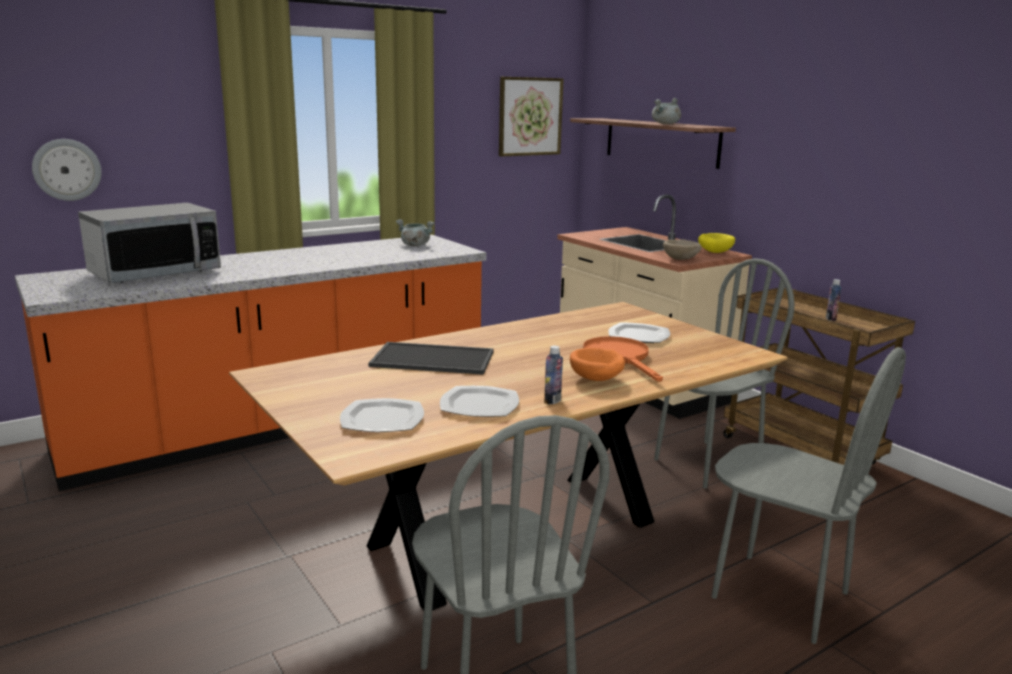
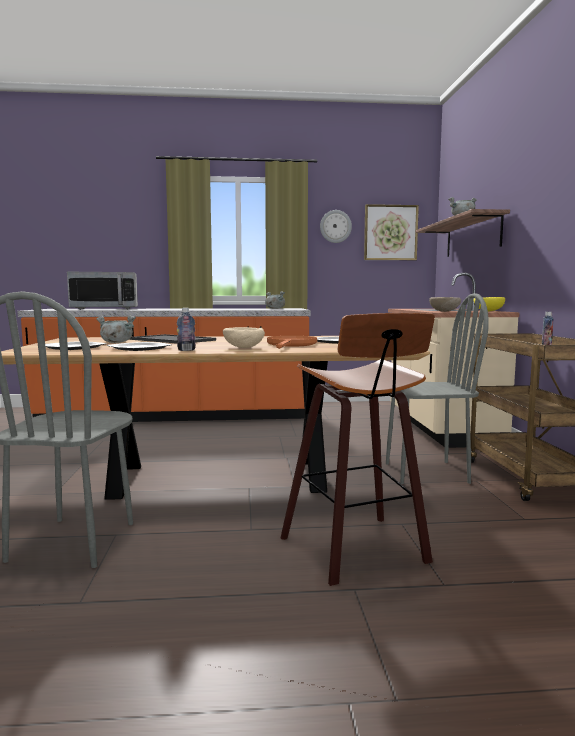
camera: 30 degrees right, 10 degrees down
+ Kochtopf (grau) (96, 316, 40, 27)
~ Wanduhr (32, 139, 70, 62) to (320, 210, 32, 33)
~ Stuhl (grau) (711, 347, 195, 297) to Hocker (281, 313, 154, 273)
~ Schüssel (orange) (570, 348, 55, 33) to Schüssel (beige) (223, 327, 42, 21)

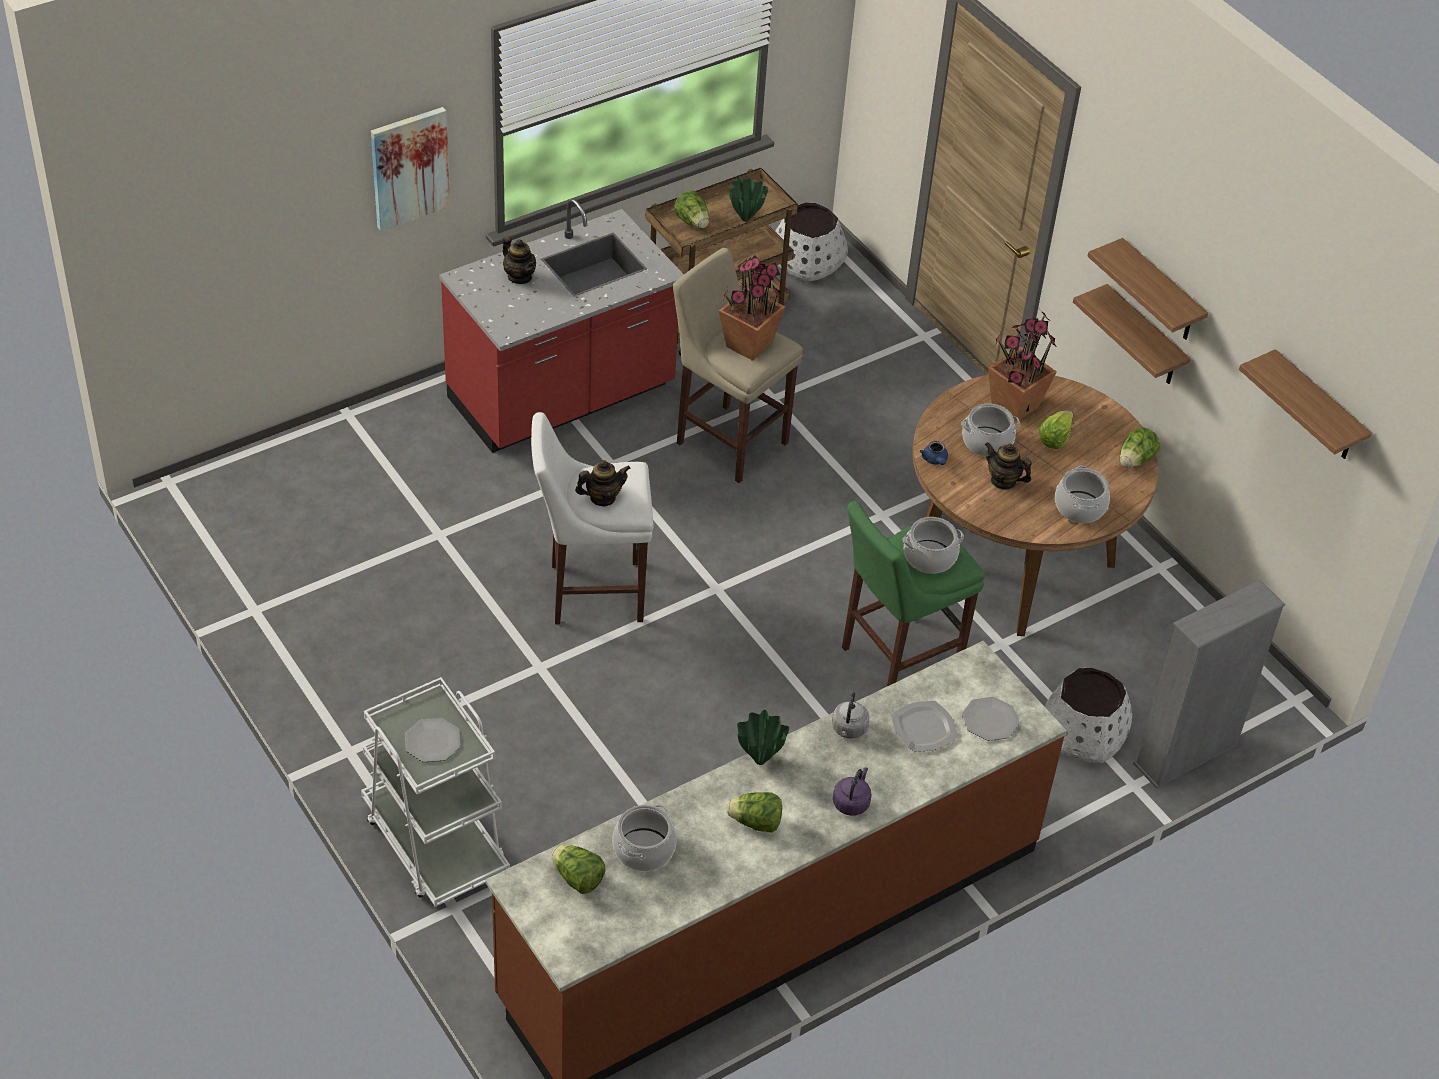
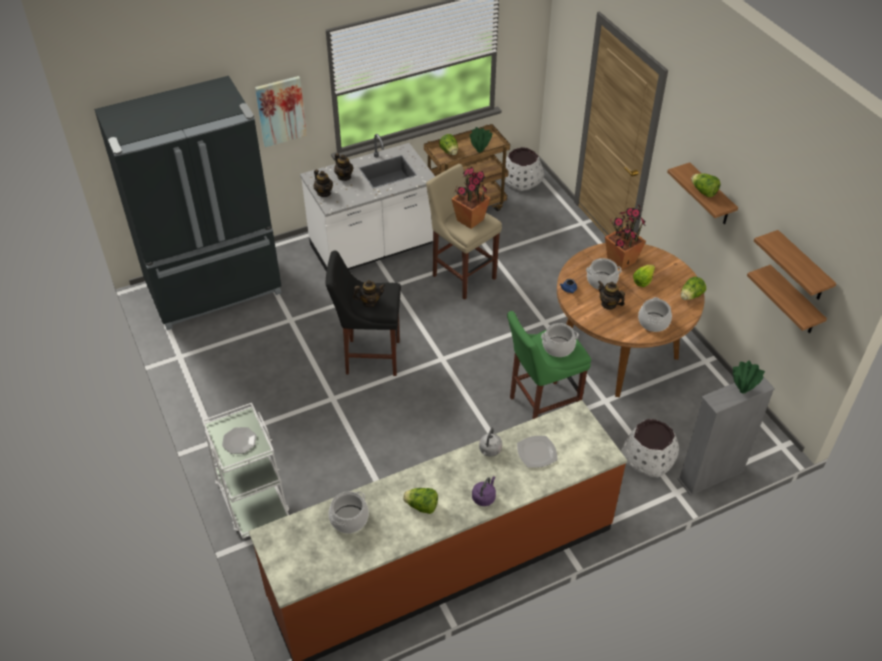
camera: 10 degrees right, 0 degrees up
- Teller (962, 697, 57, 44)
+ Kühlschrank (schwarz) (94, 76, 188, 254)
+ Teekanne (314, 169, 19, 28)
~ Salatkopf (552, 845, 54, 49) to (691, 173, 30, 24)
~ Vase (grün) (737, 710, 53, 55) to (733, 361, 32, 33)
~ Wandregal (1073, 284, 118, 100) to (747, 265, 80, 68)
~ Küchenzeile (rot) (439, 199, 245, 254) to Küchenzeile (weiß) (300, 134, 135, 138)
~ Hocker (weiß) (531, 412, 123, 212) to Hocker (schwarz) (325, 251, 76, 125)

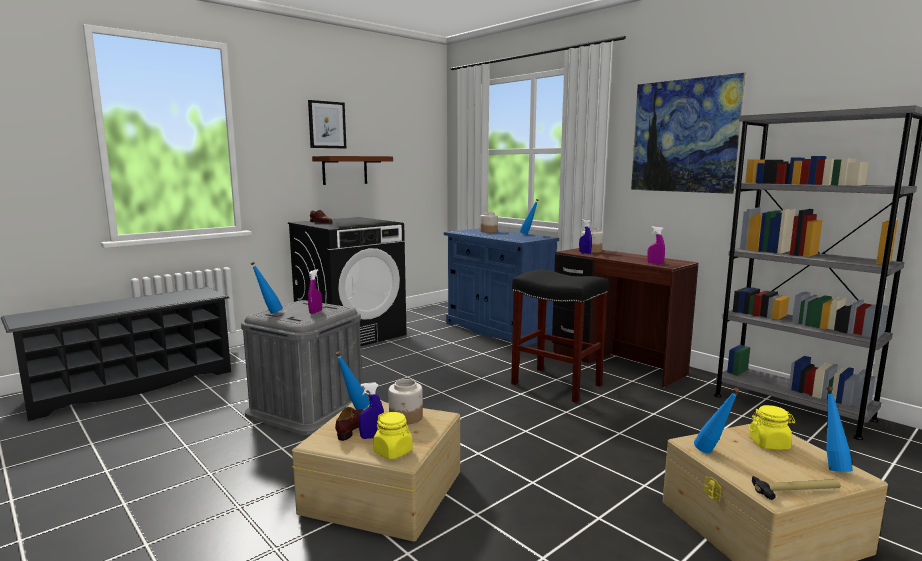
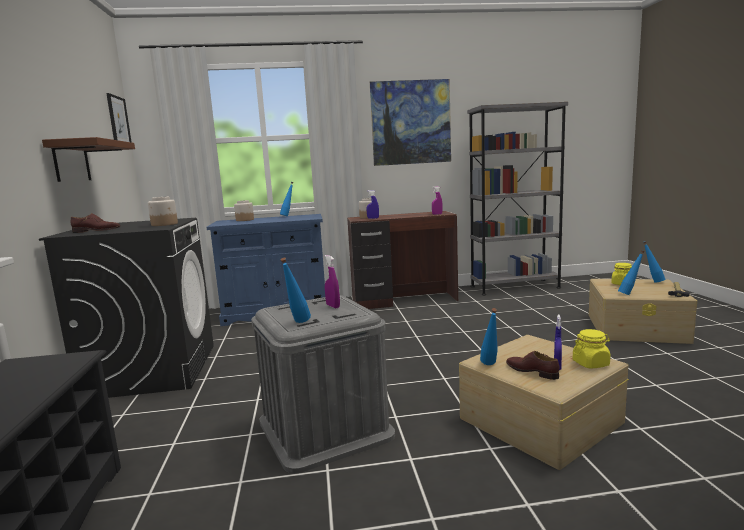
camera: 55 degrees left, 0 degrees up
- Hocker (schwarz) (511, 270, 98, 133)
~ Bild (308, 100, 38, 49) to (106, 93, 25, 49)
~ Vorratsglas (388, 379, 35, 46) to (148, 197, 30, 29)

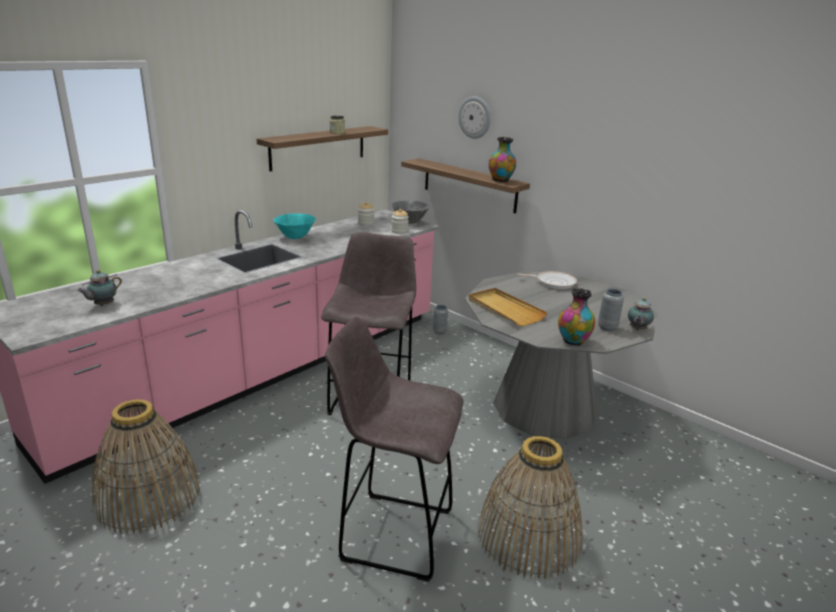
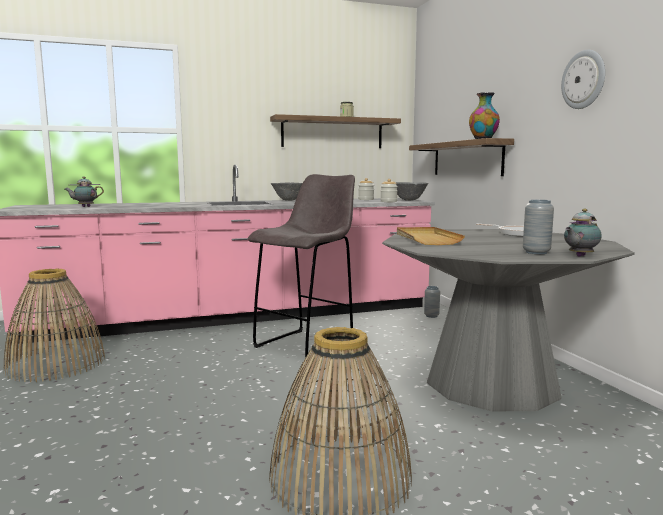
camera: 30 degrees right, 15 degrees down
- Hocker (grau) (325, 317, 139, 265)
- Vase (558, 288, 37, 58)
~ Wanduhr (458, 96, 33, 43) to (561, 50, 44, 59)
~ Schüssel (türkis) (273, 214, 43, 25) to Schüssel (grau) (271, 182, 32, 19)

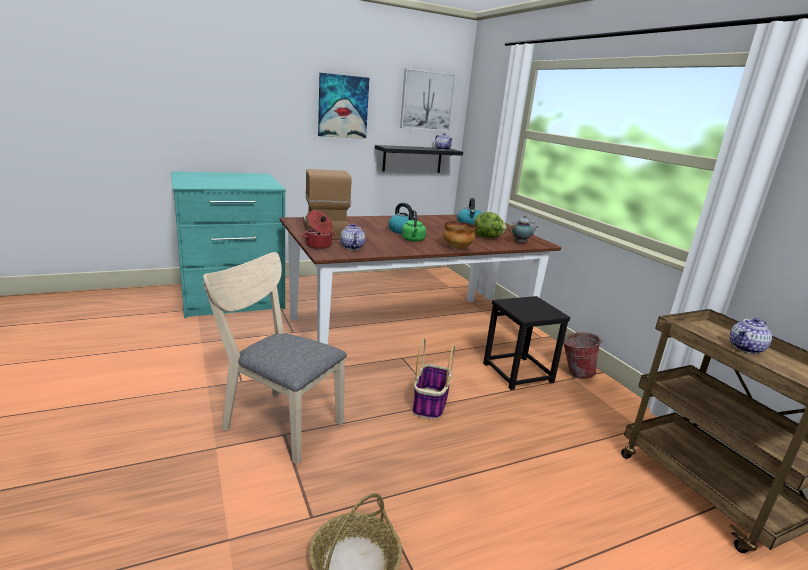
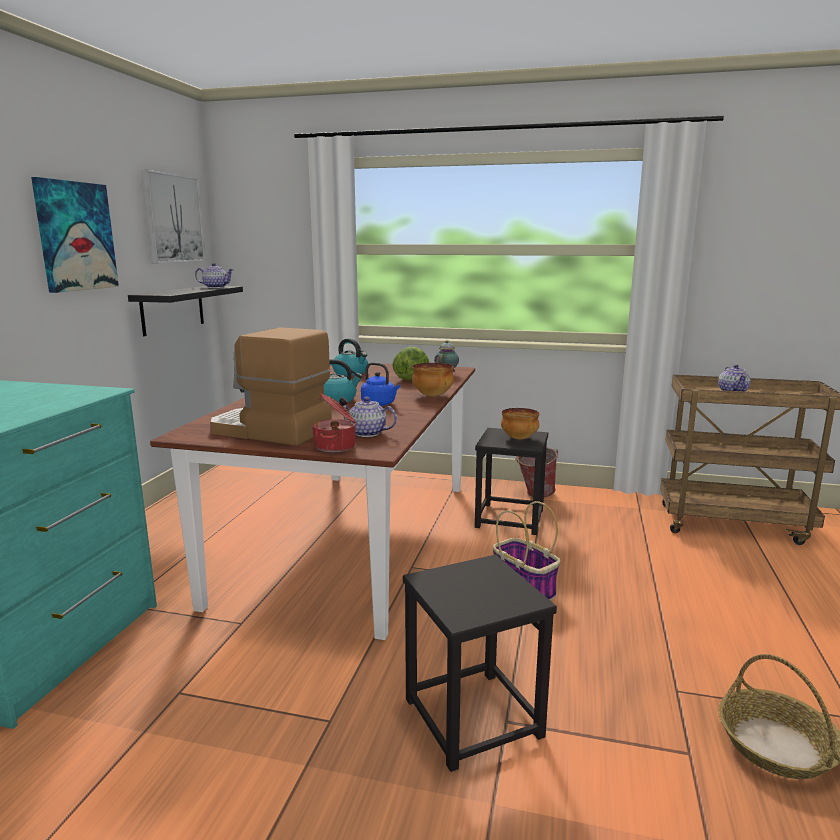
camera: 50 degrees left, 5 degrees down
+ Schüssel (501, 408, 38, 32)
~ Stuhl (beige) (203, 252, 144, 212) to Hocker (schwarz) (403, 554, 154, 218)
~ Wasserkessel (grün) (402, 210, 24, 32) to Wasserkessel (blau) (361, 362, 39, 44)

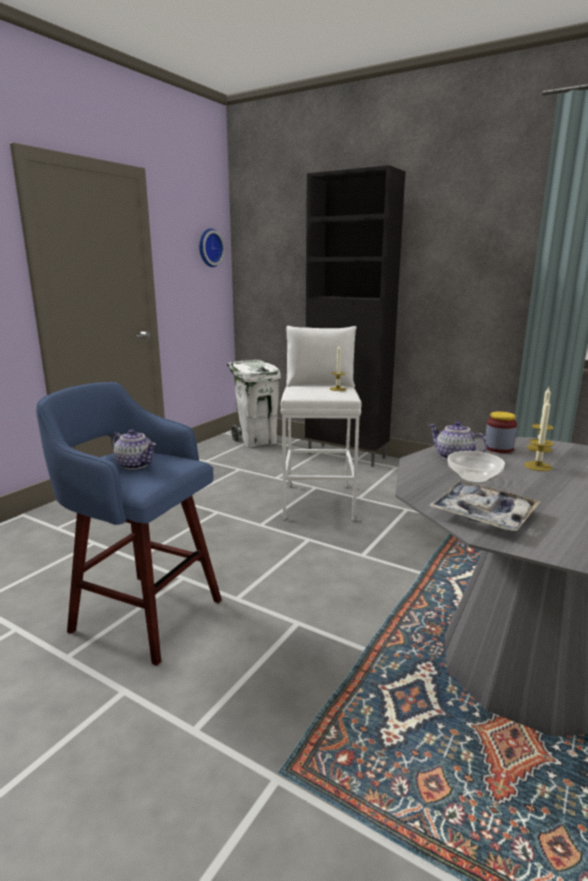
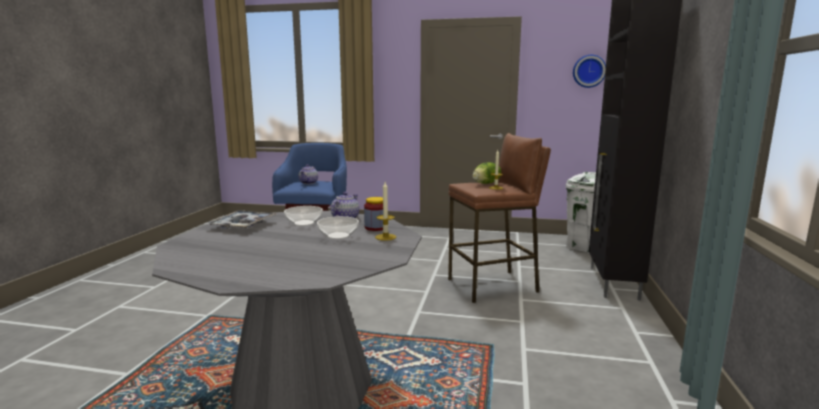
camera: 70 degrees right, 5 degrees down
+ Salatkopf (472, 162, 29, 22)
~ Kerze (524, 398, 30, 73) to Schüssel (317, 216, 42, 23)
~ Hocker (weiß) (281, 326, 81, 195) to Hocker (braun) (448, 133, 103, 170)

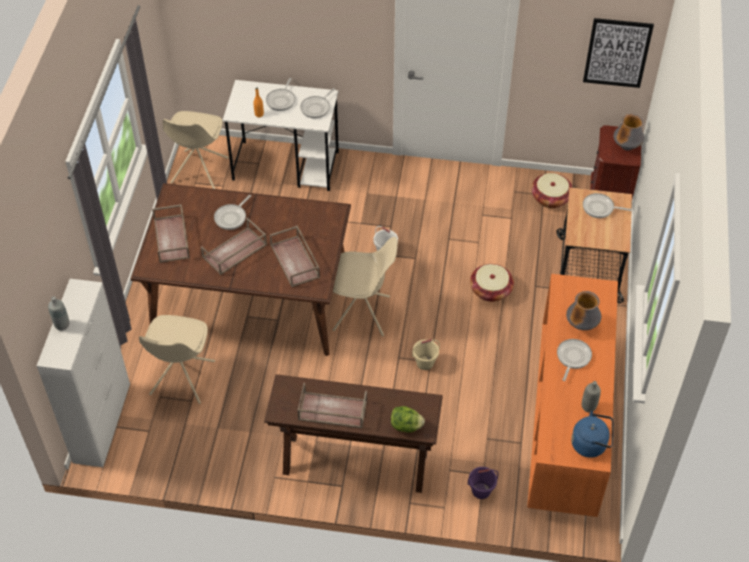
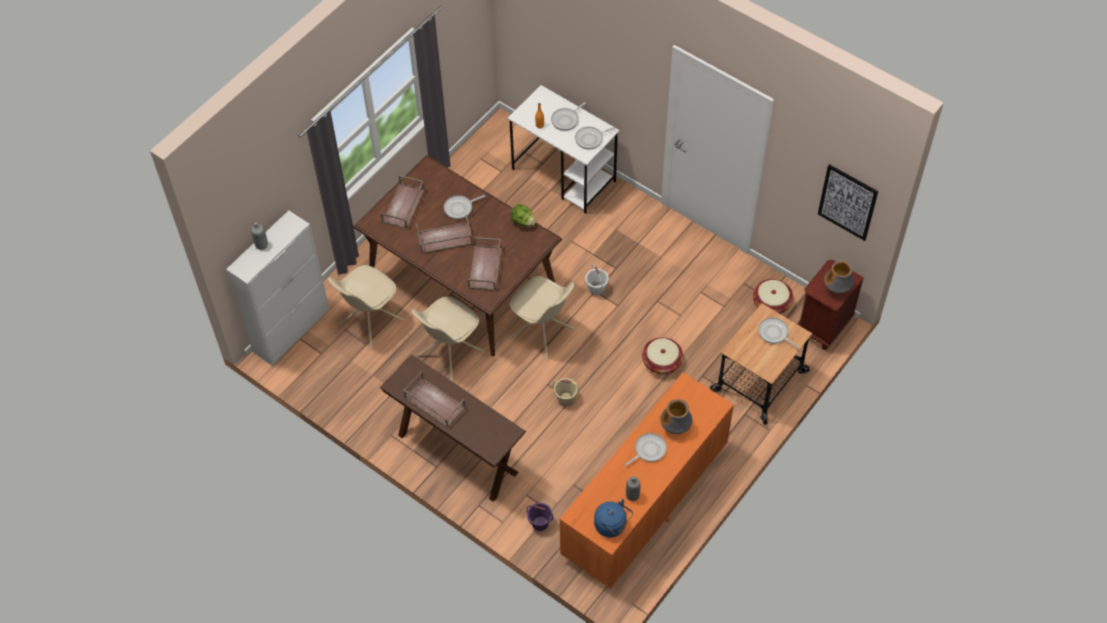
camera: 30 degrees right, 5 degrees up
~ Stuhl (beige) (163, 111, 66, 78) to (412, 296, 72, 86)
~ Salatkopf (391, 406, 34, 26) to (511, 204, 25, 23)

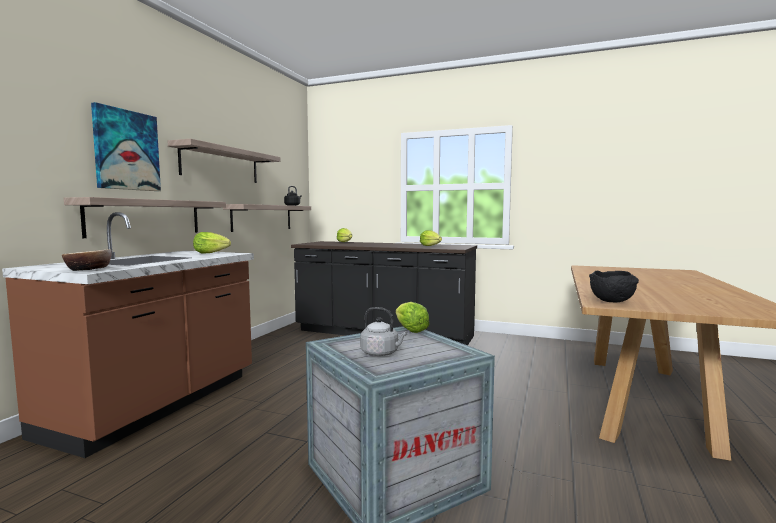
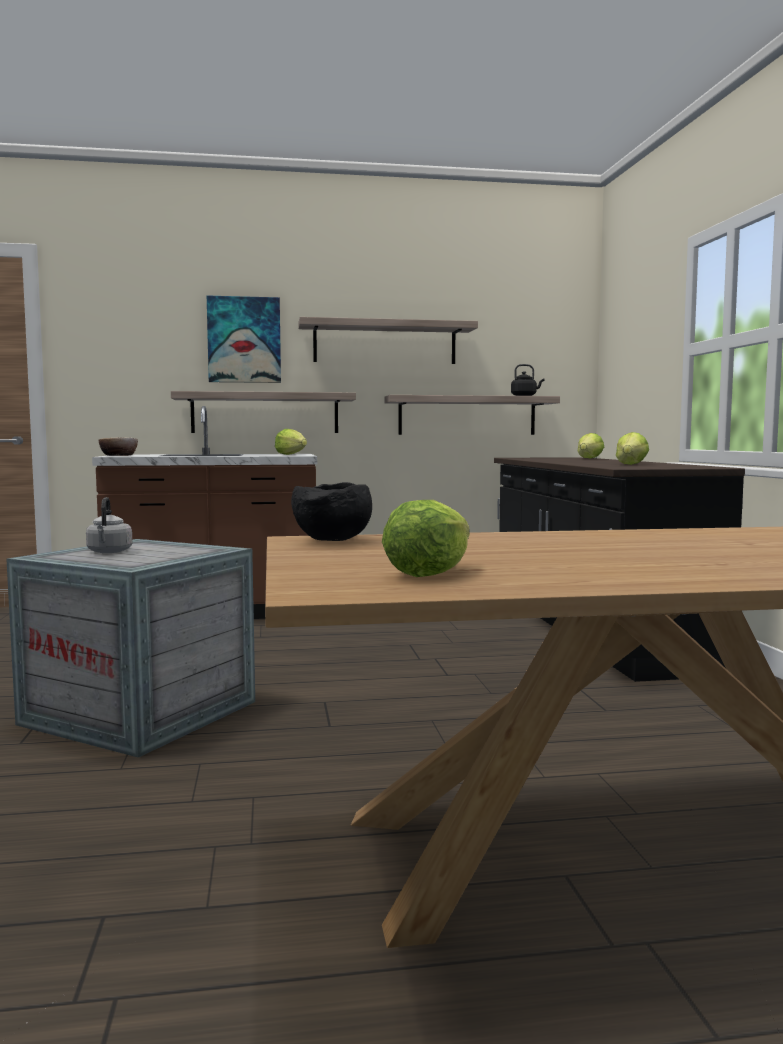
camera: 60 degrees right, 0 degrees up
~ Salatkopf (396, 302, 33, 31) to (382, 500, 88, 77)

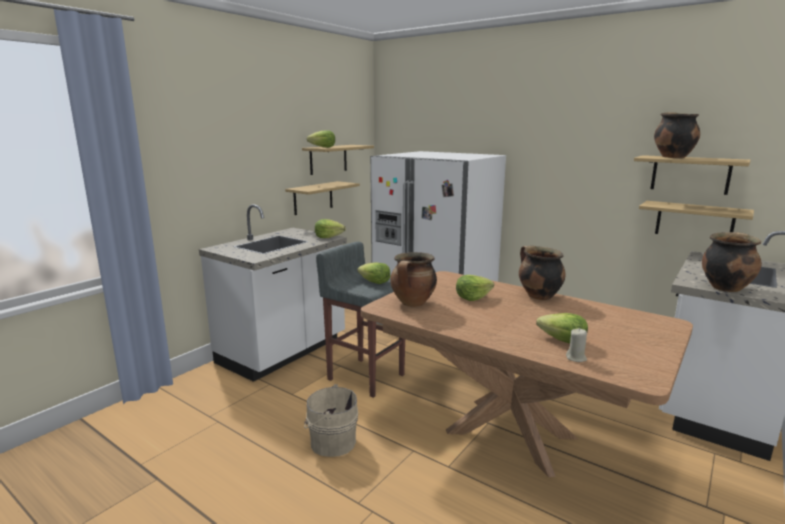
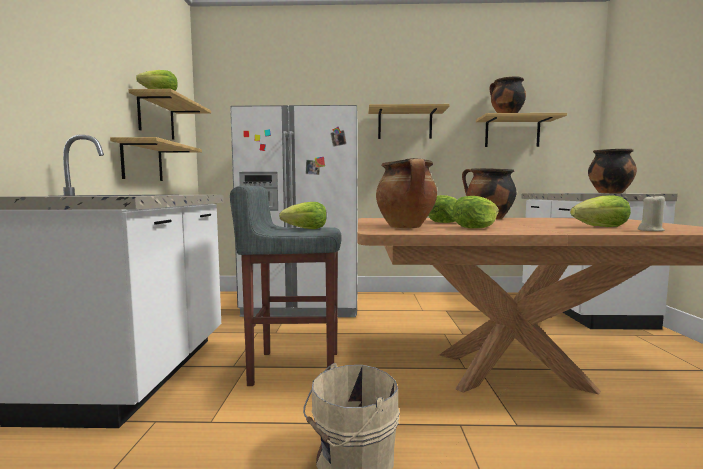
camera: 35 degrees left, 10 degrees down
~ Salatkopf (315, 219, 31, 19) to (452, 196, 47, 32)
~ Wandregal (639, 201, 115, 33) to (368, 104, 82, 35)

